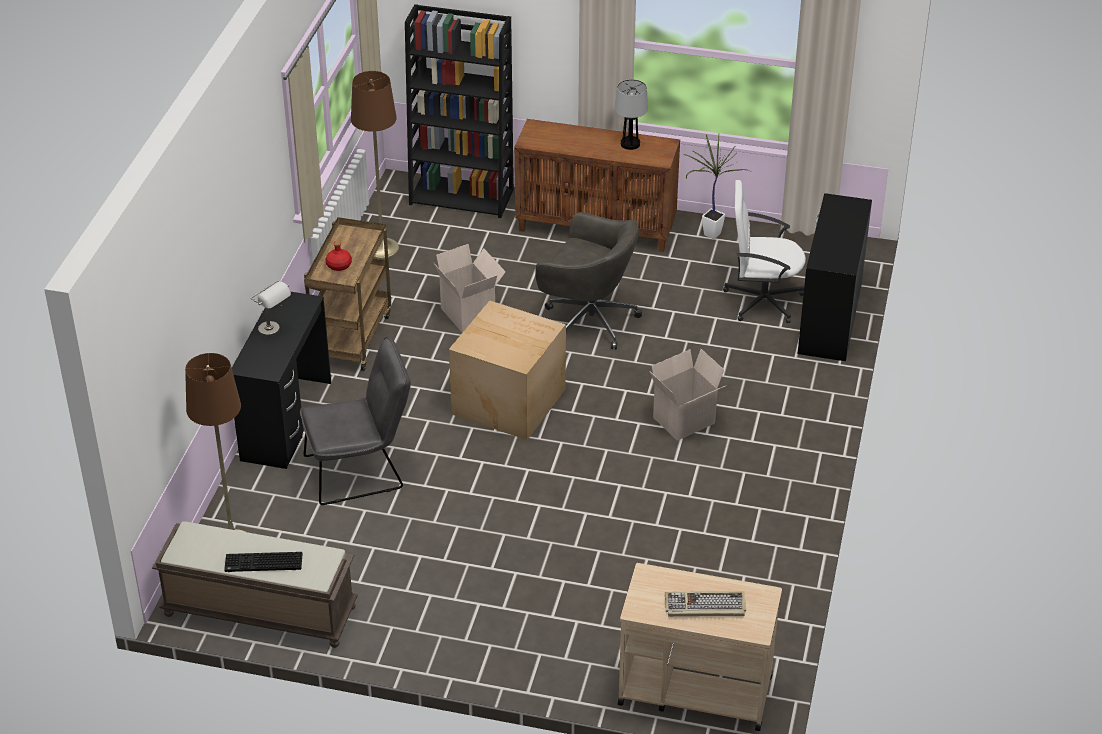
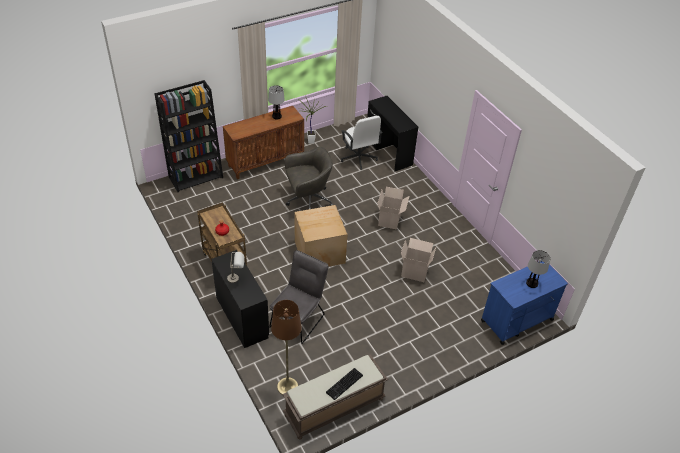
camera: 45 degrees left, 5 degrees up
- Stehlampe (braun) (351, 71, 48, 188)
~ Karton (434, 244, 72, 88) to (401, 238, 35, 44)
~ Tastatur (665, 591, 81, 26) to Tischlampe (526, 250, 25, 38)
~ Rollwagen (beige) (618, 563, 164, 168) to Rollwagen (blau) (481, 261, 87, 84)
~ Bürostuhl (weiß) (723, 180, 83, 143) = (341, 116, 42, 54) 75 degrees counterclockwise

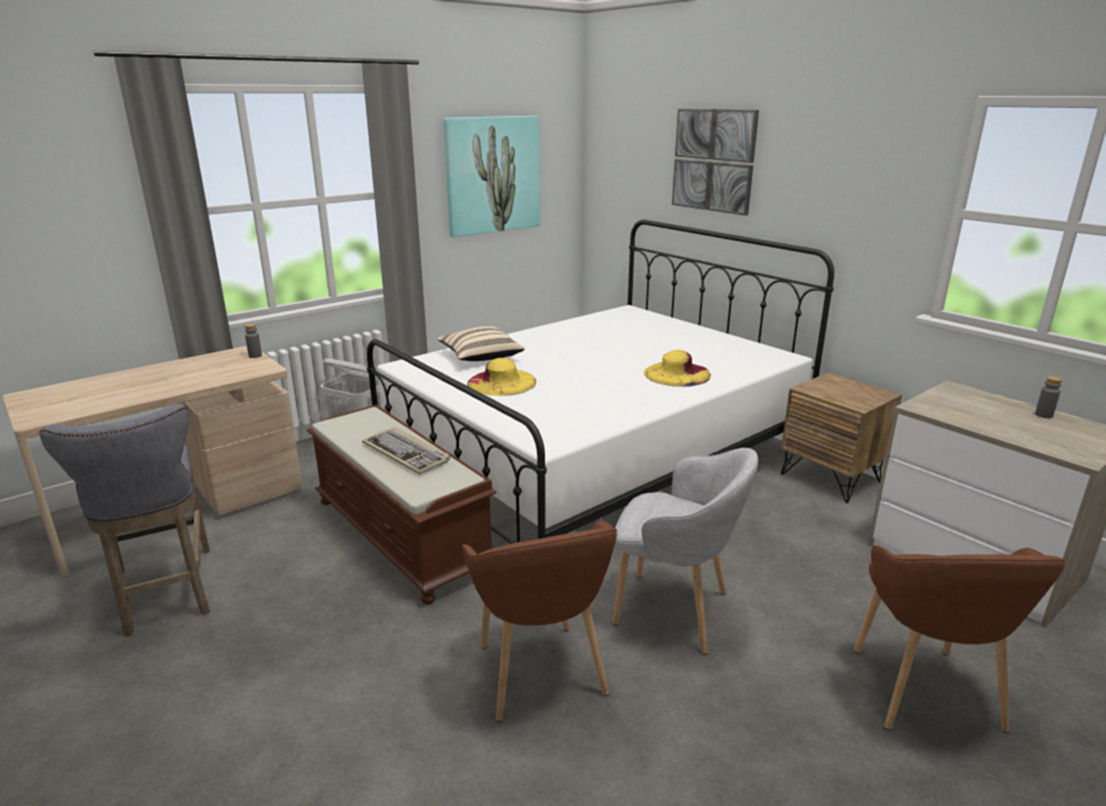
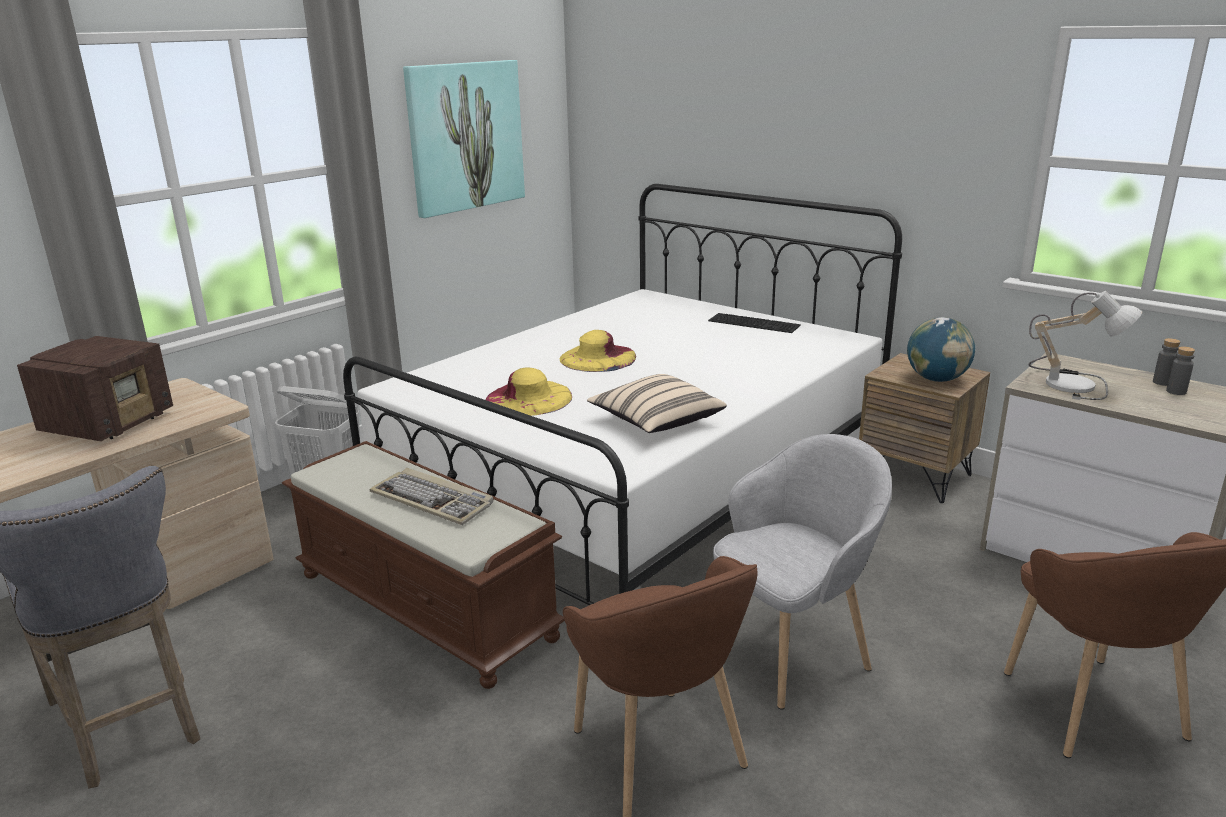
camera: 10 degrees left, 0 degrees up
- Bild (672, 108, 87, 108)
+ Radio (17, 336, 156, 105)
+ Tastatur (708, 313, 93, 20)
+ Globus (907, 317, 68, 65)
+ Tischlampe (1028, 291, 114, 109)
~ Flasche (grau) (245, 324, 17, 34) to (1166, 347, 29, 48)
~ Kissen (beige) (437, 326, 88, 35) to (587, 374, 140, 59)
~ Hut (gelb) (644, 350, 67, 37) to (559, 330, 77, 42)
~ Sessel (grau) (613, 448, 145, 207) = (713, 434, 179, 276) 45 degrees counterclockwise

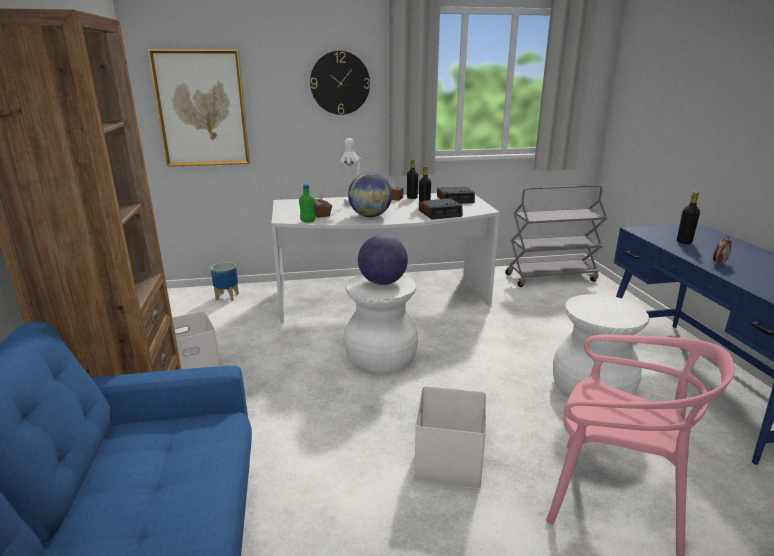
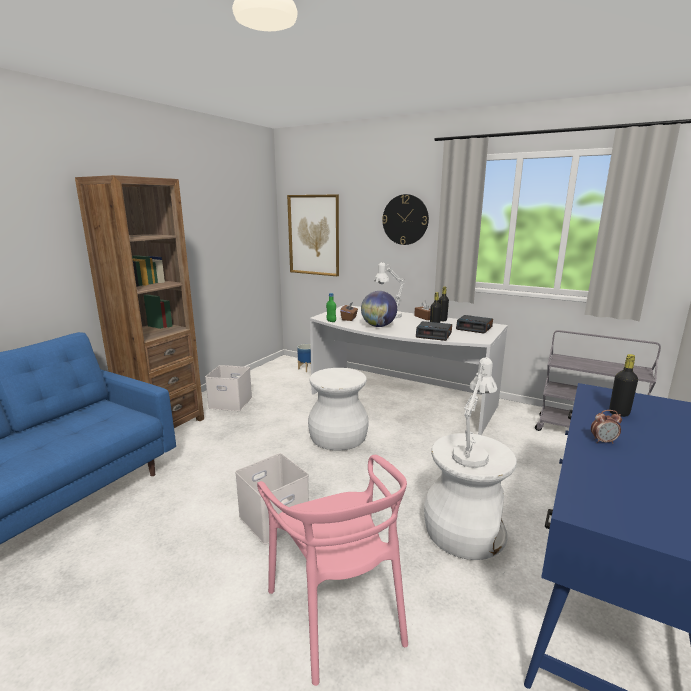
camera: 40 degrees right, 5 degrees down
- Globus (358, 235, 50, 50)
+ Tischlampe (weiß) (452, 357, 45, 111)

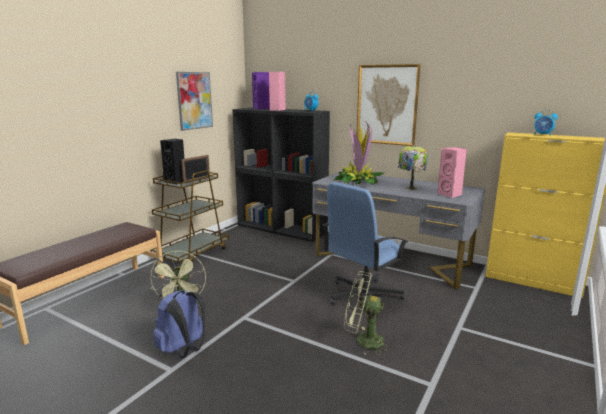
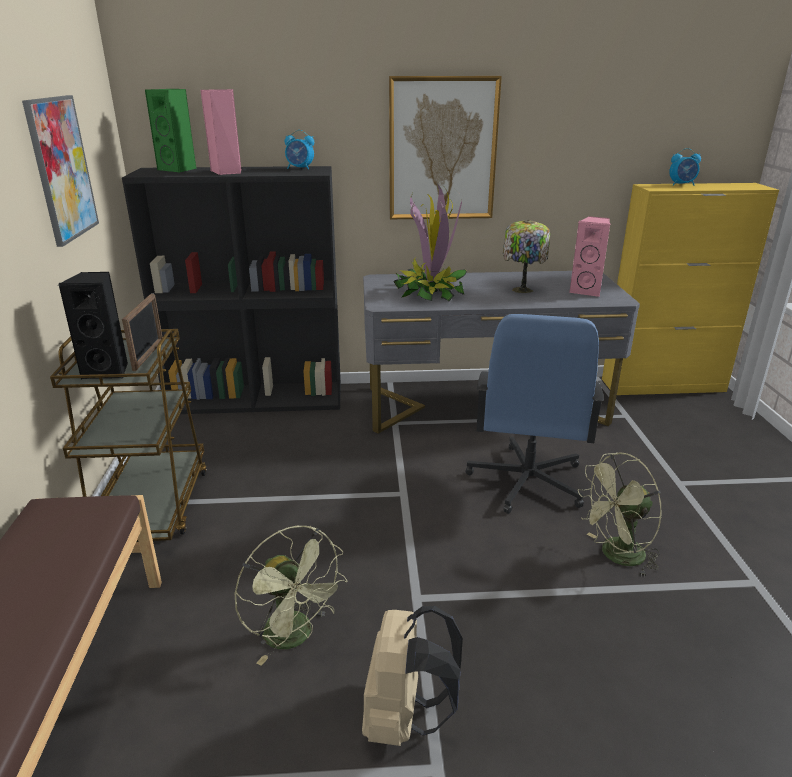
camera: 35 degrees left, 10 degrees up
~ Rucksack (blau) (153, 290, 52, 68) to Rucksack (beige) (362, 606, 101, 140)
~ Lautsprecher (lila) (252, 72, 18, 37) to Lautsprecher (grün) (145, 89, 51, 83)

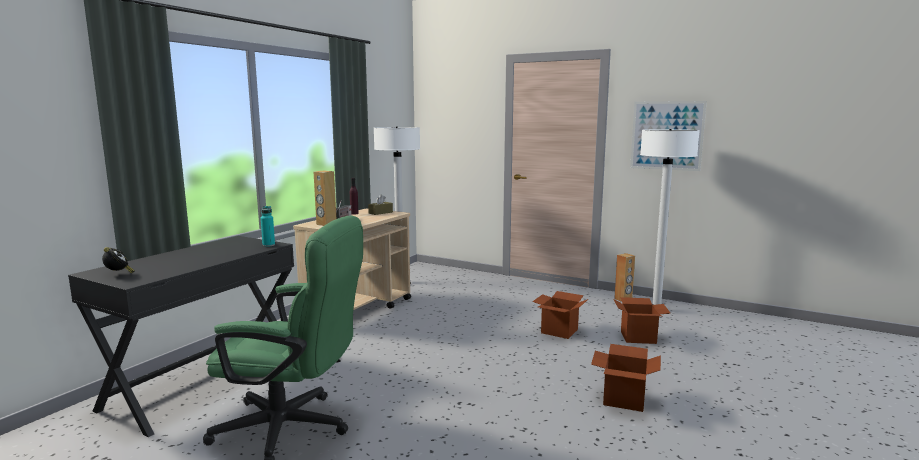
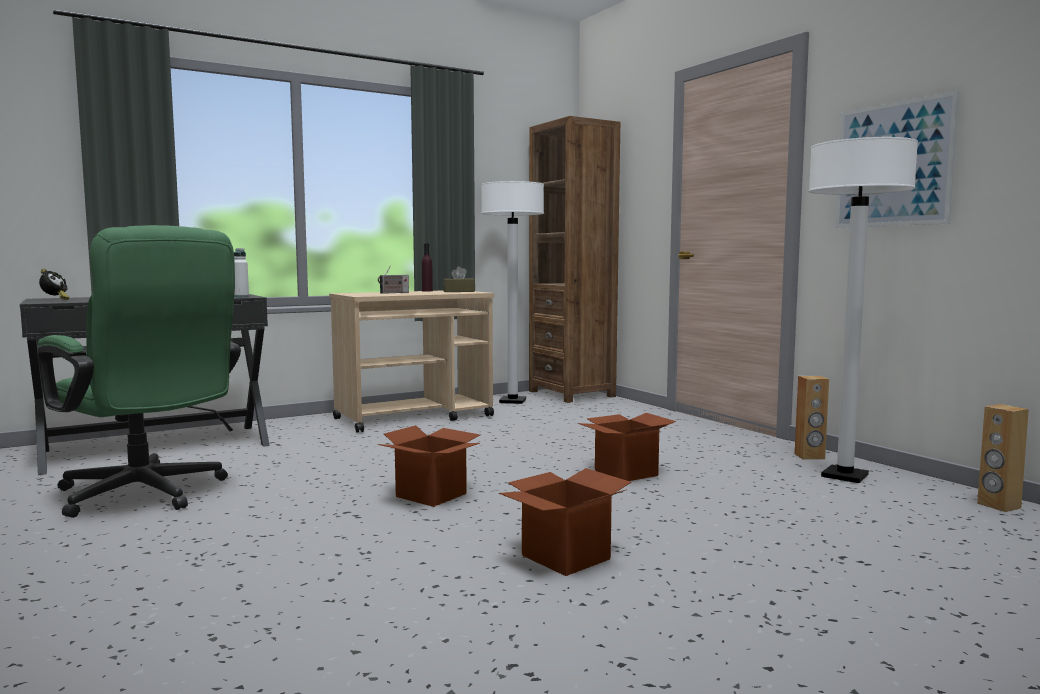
camera: 30 degrees right, 5 degrees down
+ Bücherregal (braun) (529, 116, 91, 287)
~ Lautsprecher (braun) (314, 171, 22, 55) to (977, 404, 52, 108)
~ Karton (613, 297, 57, 47) to (377, 425, 103, 82)
~ Flasche (türkis) (261, 206, 14, 41) to Flasche (weiß) (234, 248, 15, 49)

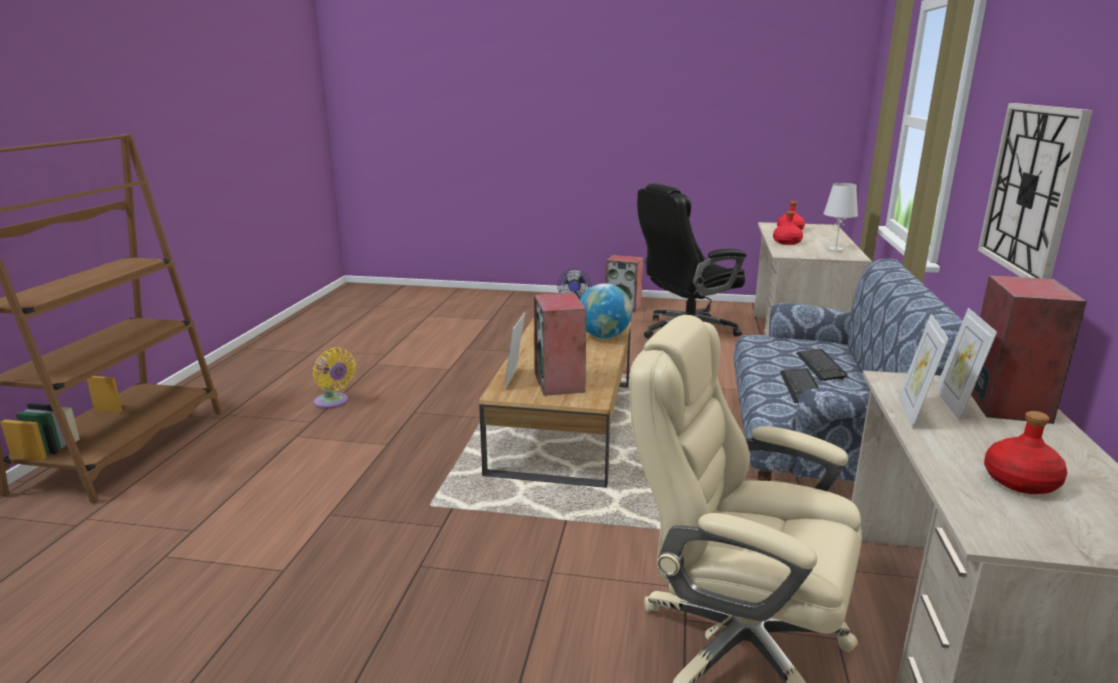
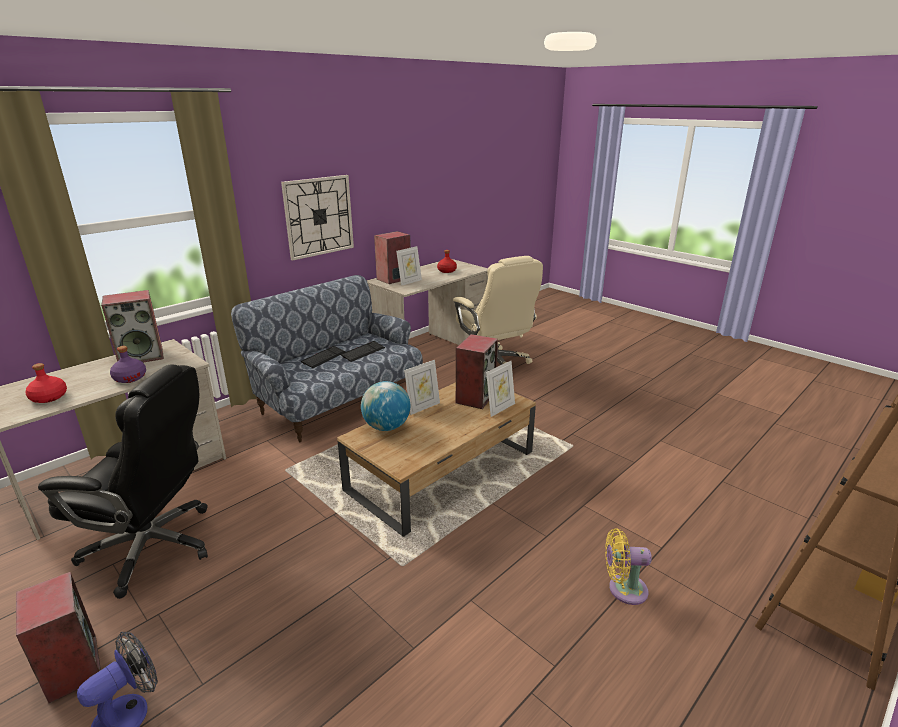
camera: 145 degrees left, 5 degrees up
~ Bilderrahmen (899, 314, 50, 115) to (404, 360, 36, 55)
~ Tischlampe (weiß) (823, 183, 35, 69) to Lautsprecher (101, 290, 63, 73)
~ Flasche (rot) (773, 211, 30, 34) to Flasche (lila) (110, 346, 36, 37)
~ Ventilator (gelb) (313, 347, 43, 62) = (605, 528, 47, 77) 75 degrees counterclockwise

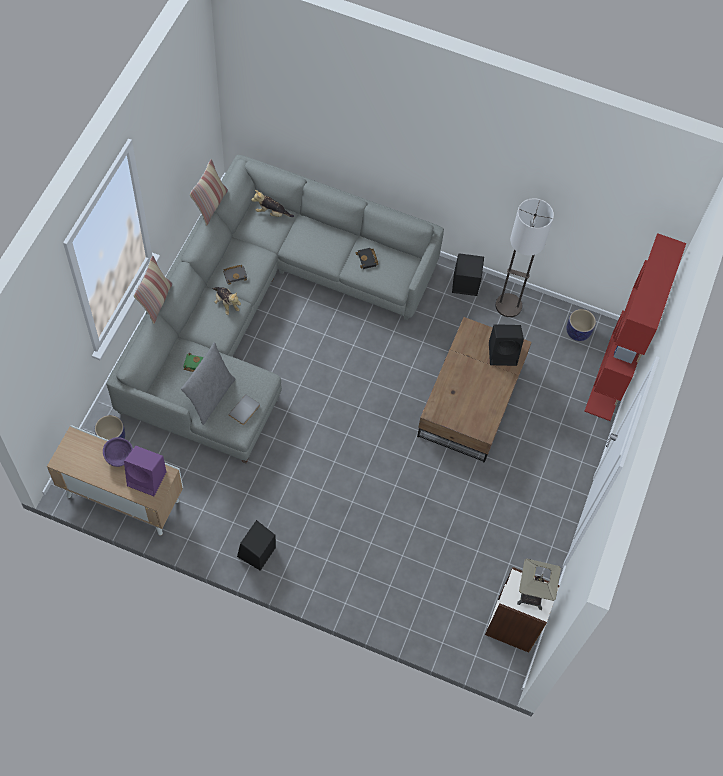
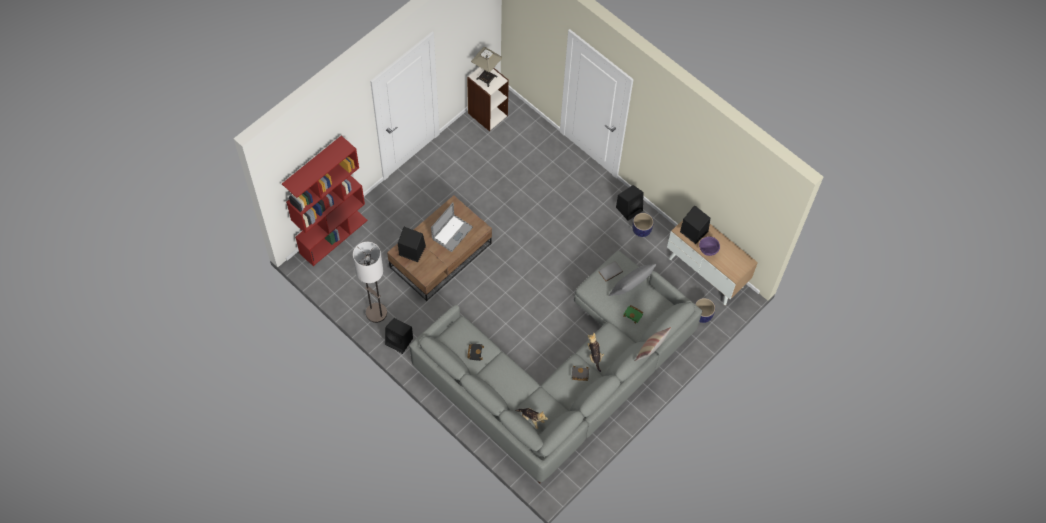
camera: 155 degrees left, 0 degrees up
- Kissen (189, 159, 39, 67)
+ Laptop (431, 203, 42, 49)
~ Pflanzkübel (566, 309, 30, 32) to (632, 213, 22, 24)
~ Lautsprecher (lila) (124, 446, 42, 50) to Lautsprecher (schwarz) (680, 205, 30, 39)

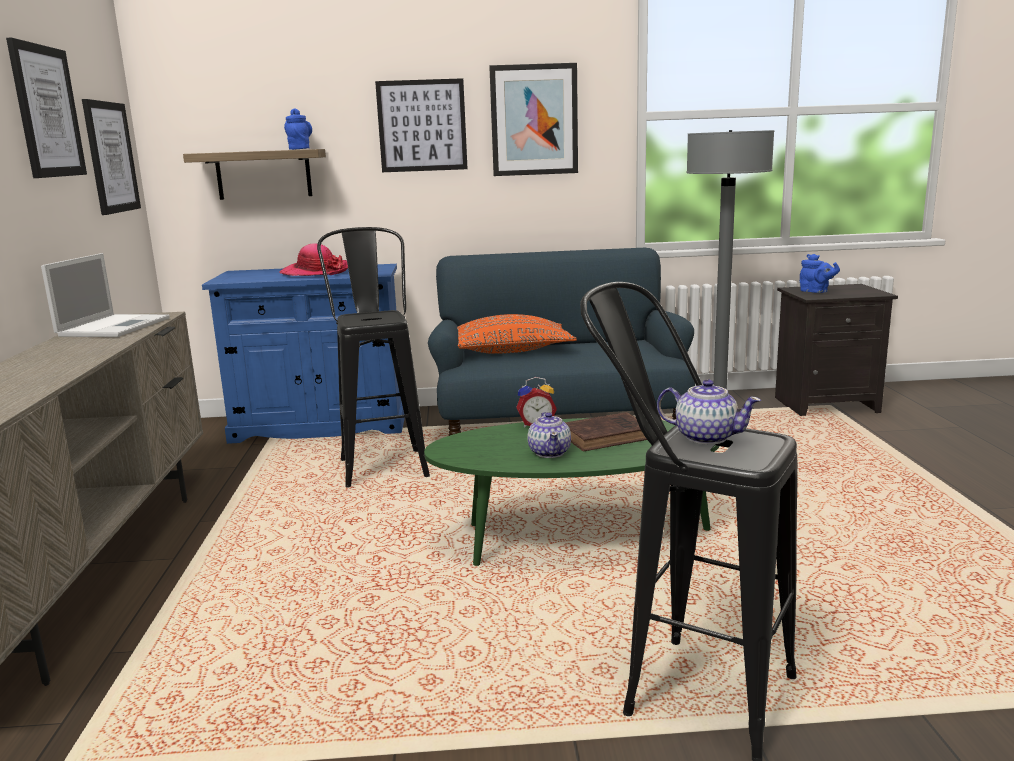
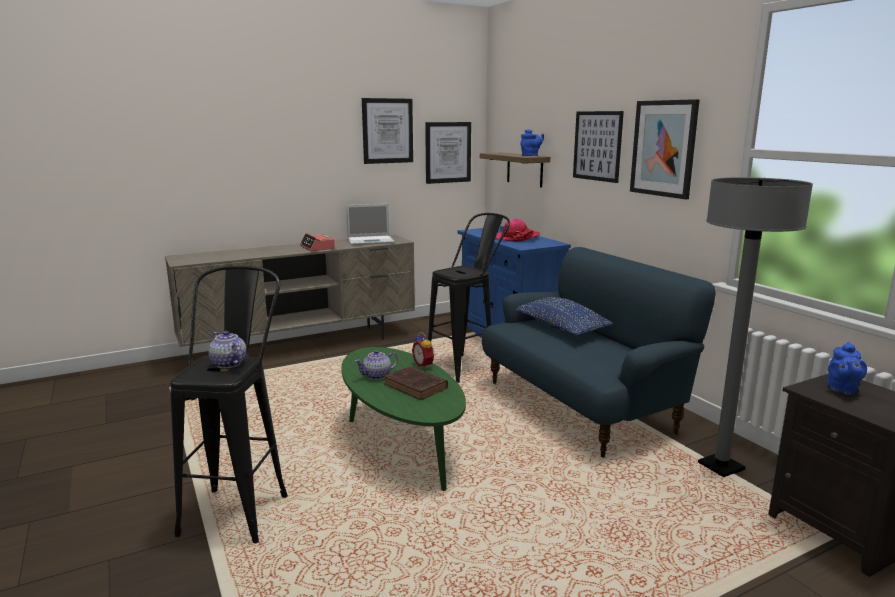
camera: 65 degrees right, 0 degrees up
+ Wecker (300, 233, 35, 18)
~ Kissen (orange) (457, 314, 120, 40) to Kissen (blau) (516, 297, 98, 39)
~ Teekanne (657, 379, 104, 66) = (208, 331, 39, 37) 135 degrees clockwise

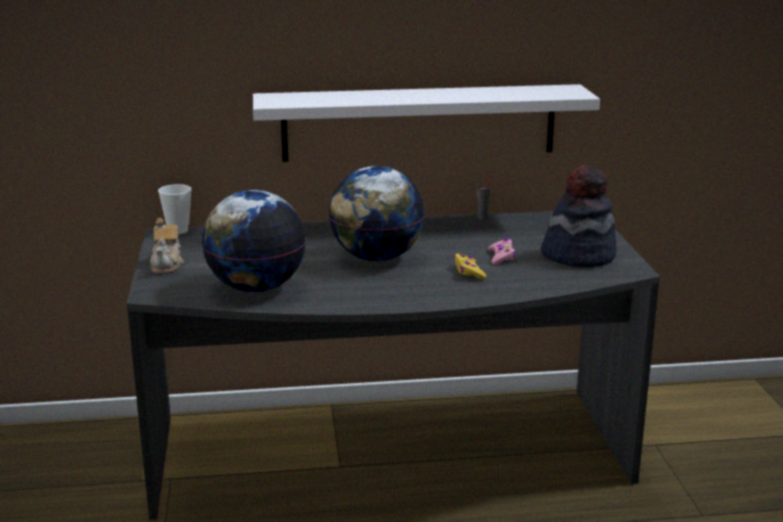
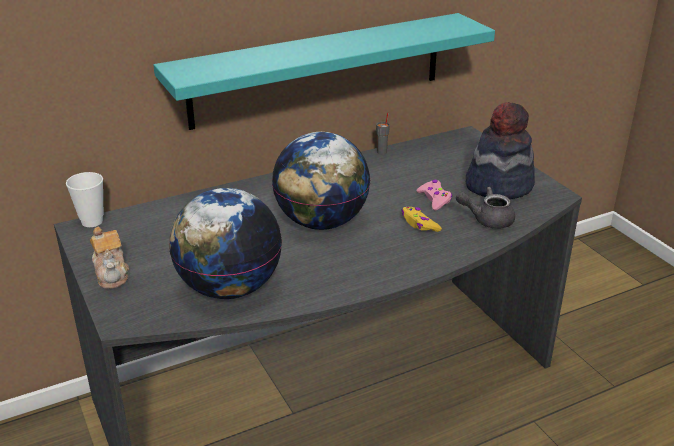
camera: 20 degrees left, 10 degrees up
+ Teekanne (grau) (456, 187, 59, 42)
~ Wandregal (weiß) (253, 84, 347, 78) to Wandregal (türkis) (153, 13, 342, 117)

